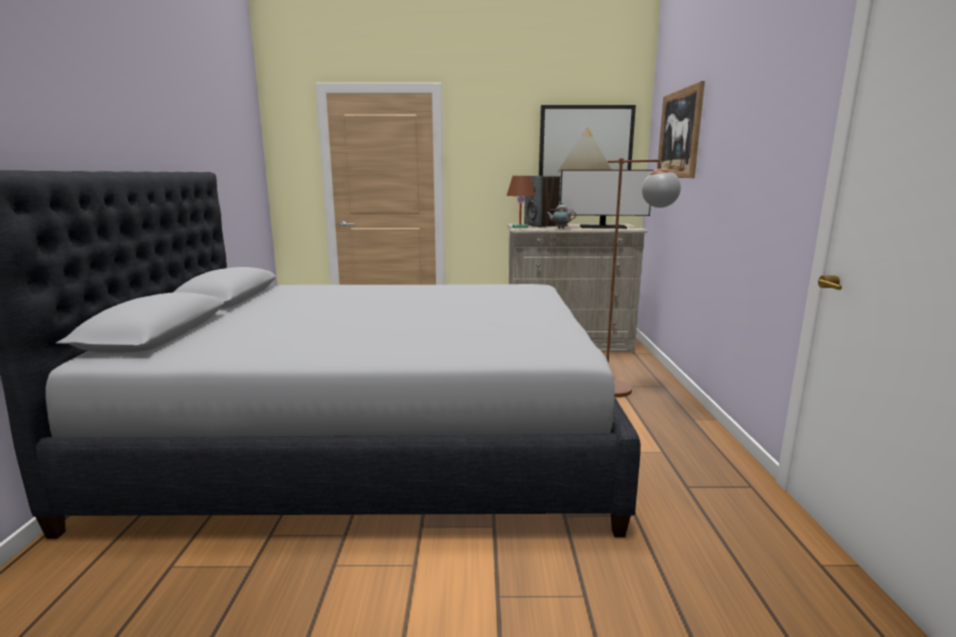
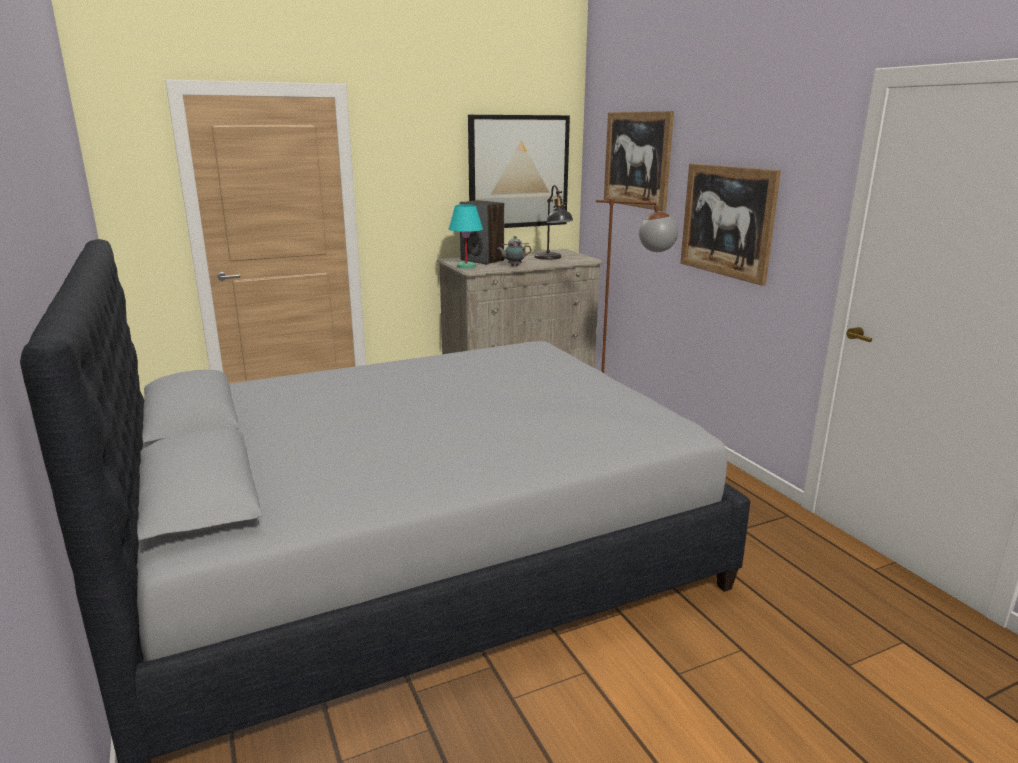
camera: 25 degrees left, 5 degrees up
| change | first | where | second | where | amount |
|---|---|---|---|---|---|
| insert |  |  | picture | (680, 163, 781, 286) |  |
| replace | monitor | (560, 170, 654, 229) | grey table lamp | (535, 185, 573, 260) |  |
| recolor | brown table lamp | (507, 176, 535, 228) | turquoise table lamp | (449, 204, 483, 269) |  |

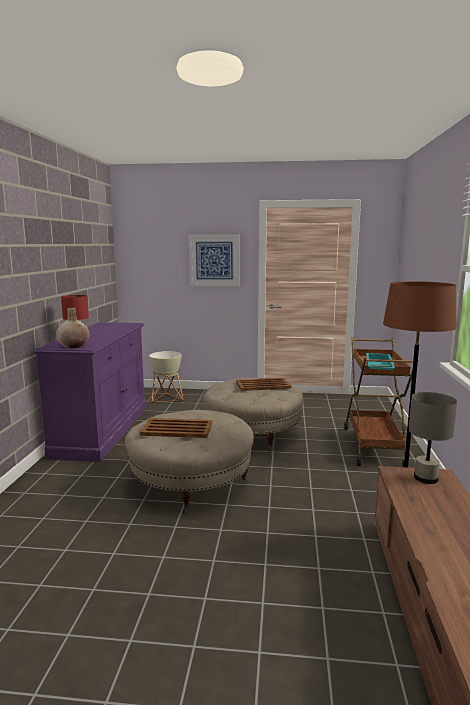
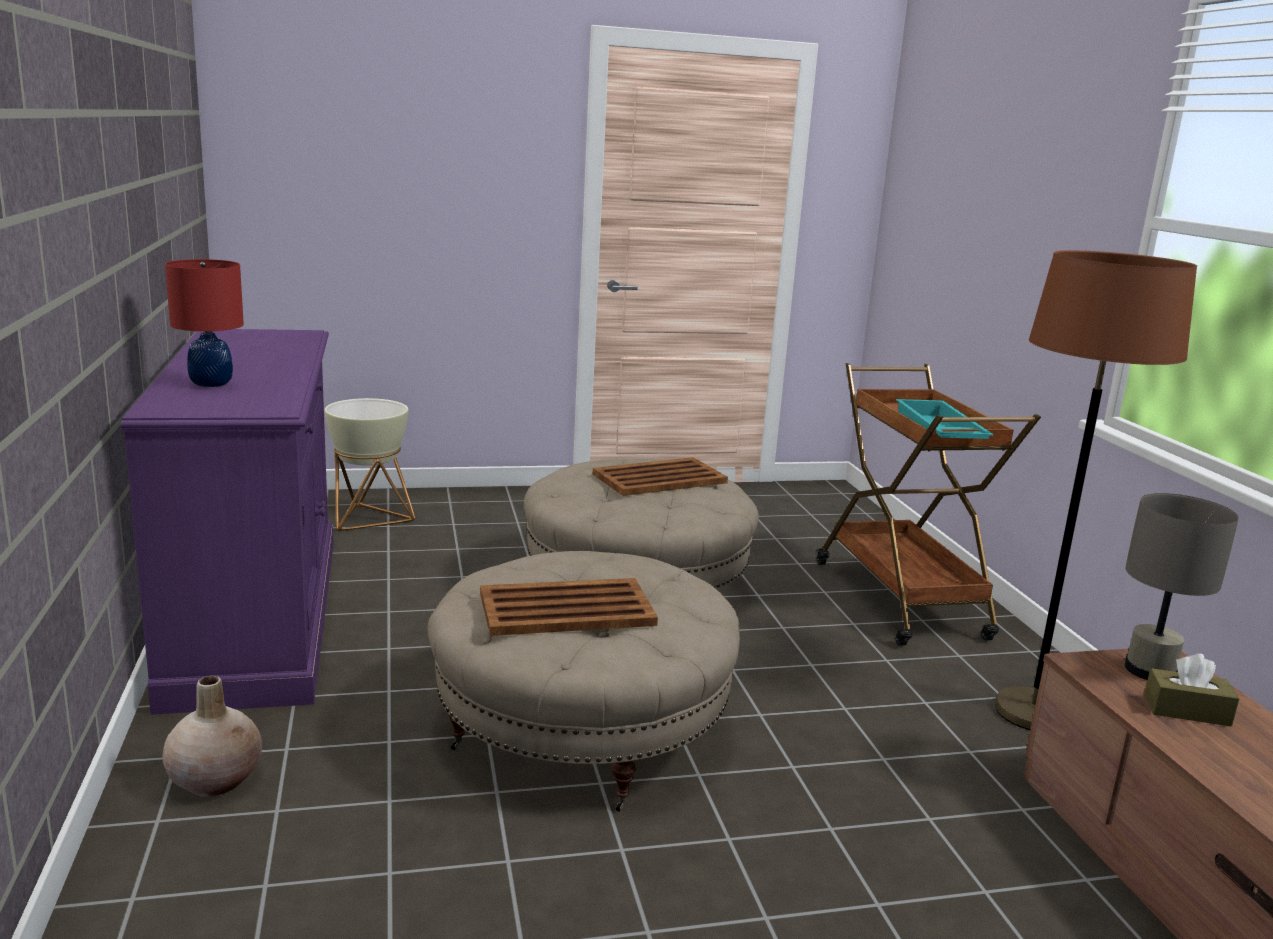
camera: 20 degrees left, 5 degrees up
| change | first | where | second | where | amount |
|---|---|---|---|---|---|
| delete | picture | (189, 234, 240, 286) |  |  |  |
| insert |  |  | brown tissue box | (1144, 654, 1240, 726) |  |
| move | beige vase | (56, 308, 89, 348) |  | (162, 676, 262, 797) |  |

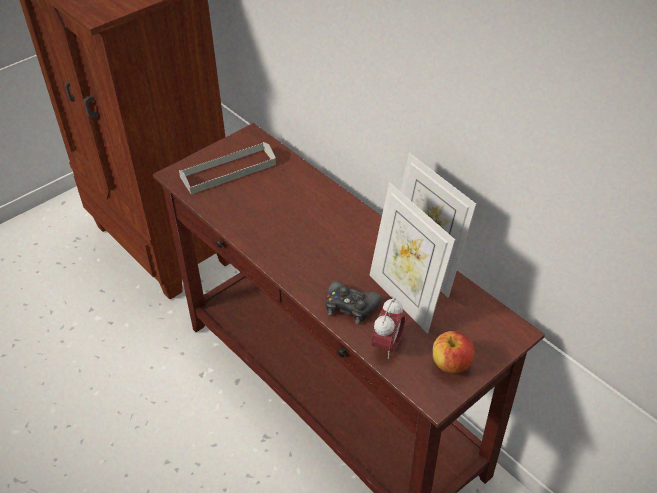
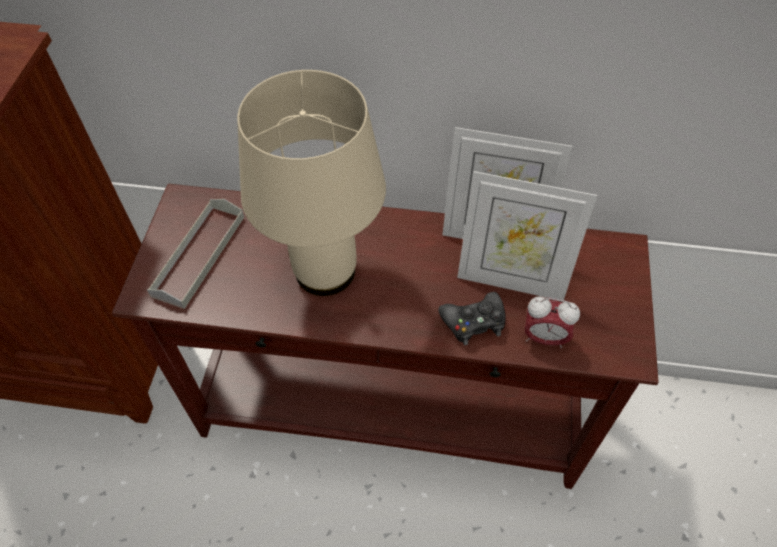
camera: 40 degrees left, 10 degrees up
| change | first | where | second | where | amount |
|---|---|---|---|---|---|
| delete | apple | (433, 331, 474, 374) |  |  |  |
| insert |  |  | beige table lamp | (237, 70, 386, 296) |  |
| rotate | alarm clock | (372, 298, 405, 359) |  | (525, 296, 580, 348) | 120 degrees clockwise |

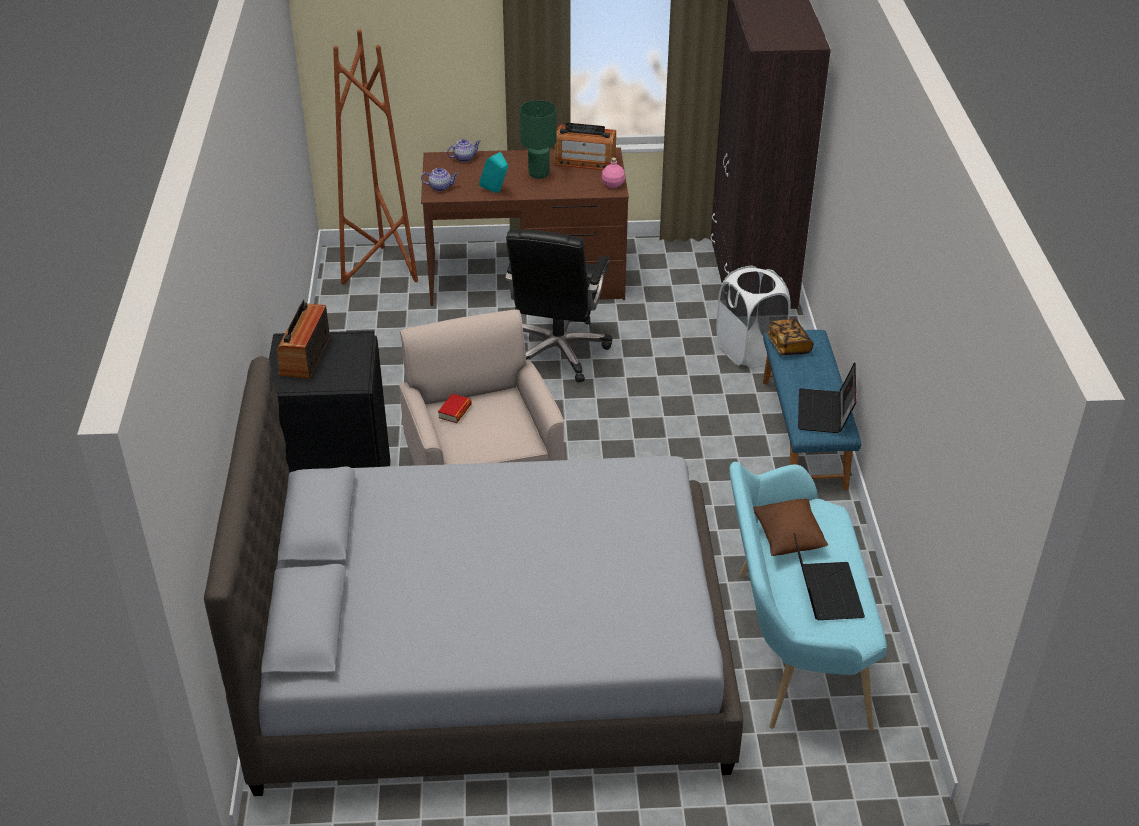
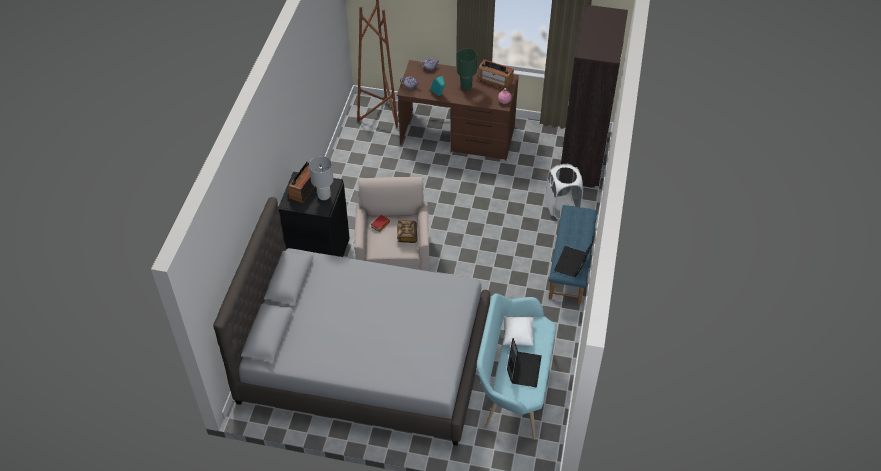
camera: 15 degrees right, 10 degrees up
| change | first | where | second | where | amount |
|---|---|---|---|---|---|
| delete | black office chair | (506, 229, 613, 383) |  |  |  |
| insert |  |  | grey table lamp | (309, 156, 334, 200) |  |
| move | book | (766, 319, 813, 355) |  | (397, 220, 417, 243) |  |
| recolor | brown pillow | (753, 498, 828, 556) | white pillow | (503, 315, 534, 346) |  |

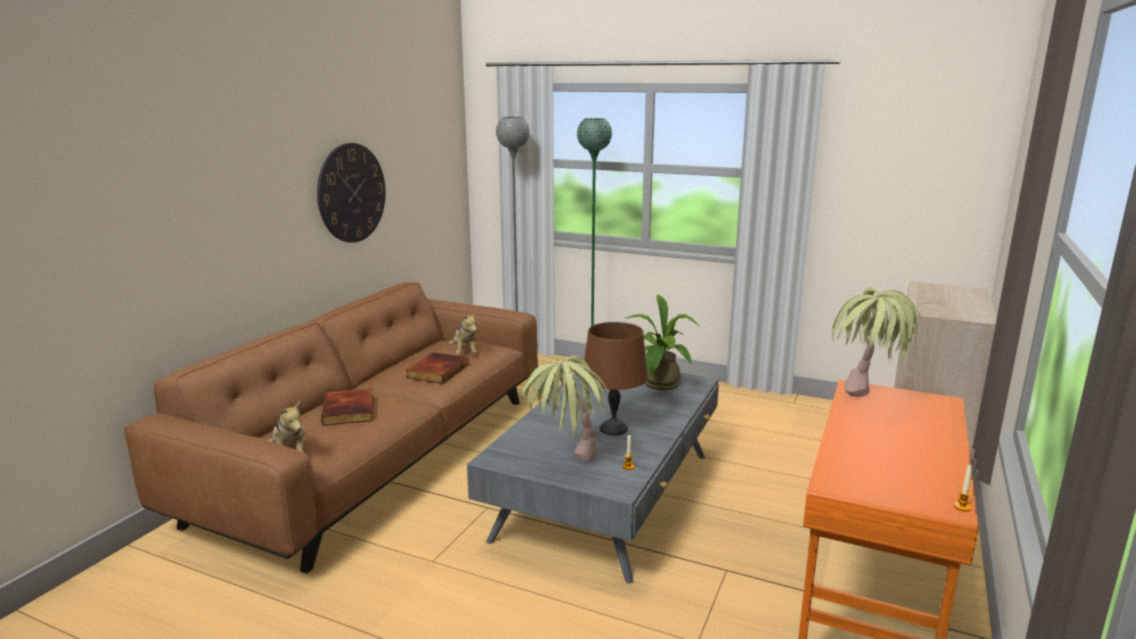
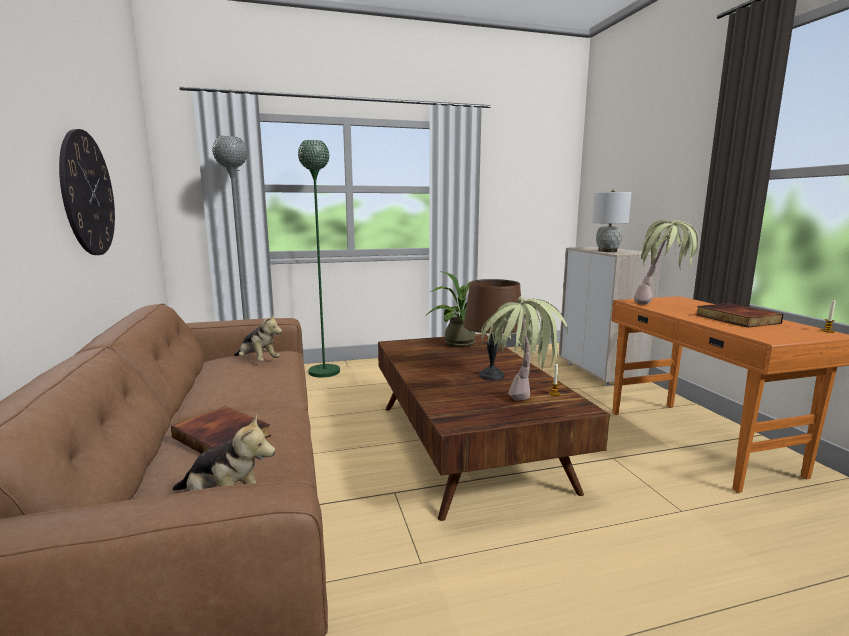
camera: 40 degrees left, 5 degrees down
| change | first | where | second | where | amount |
|---|---|---|---|---|---|
| insert |  |  | white table lamp | (592, 189, 632, 252) |  |
| move | book | (406, 352, 468, 383) |  | (696, 303, 784, 328) |  |
| recolor | grey coffee table | (467, 373, 719, 584) | brown coffee table | (378, 334, 610, 521) |  |

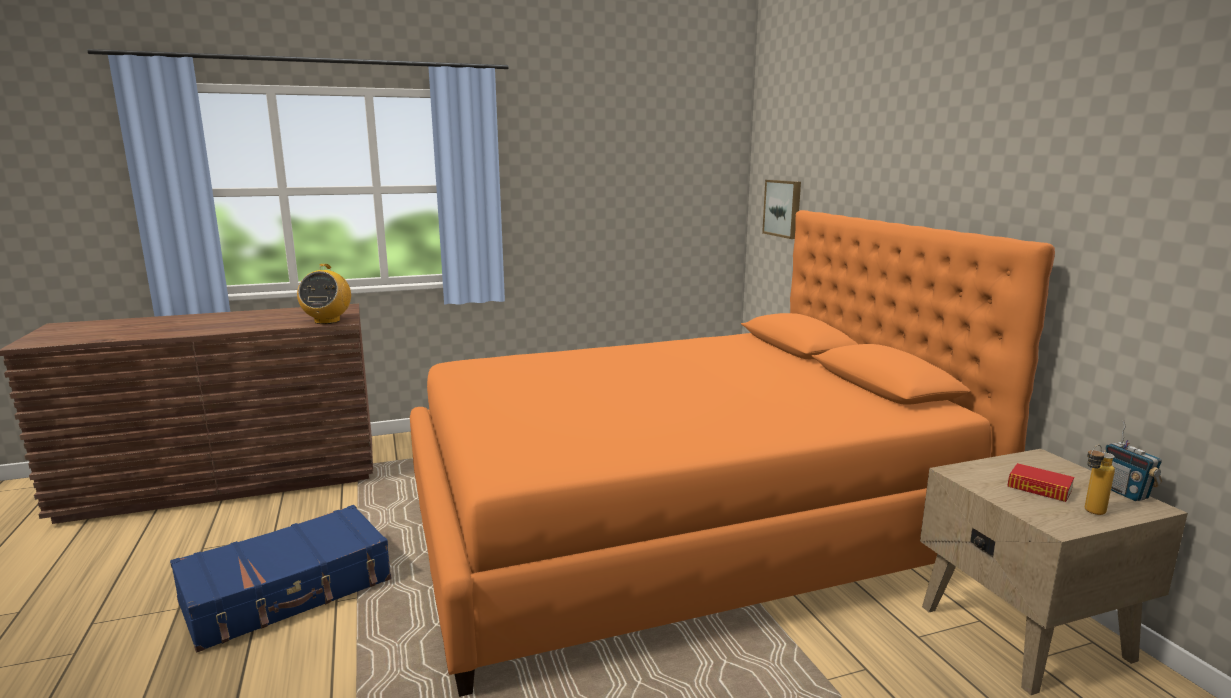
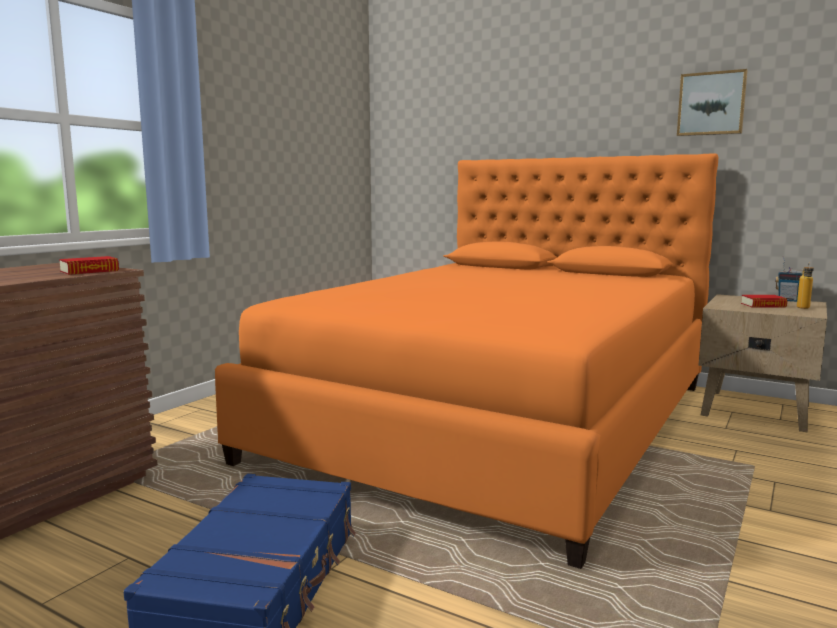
camera: 40 degrees left, 5 degrees down
| change | first | where | second | where | amount |
|---|---|---|---|---|---|
| move | picture | (762, 180, 801, 239) |  | (677, 69, 747, 136) |  |
| replace | radio | (297, 264, 351, 324) | book | (59, 256, 119, 275) |  |

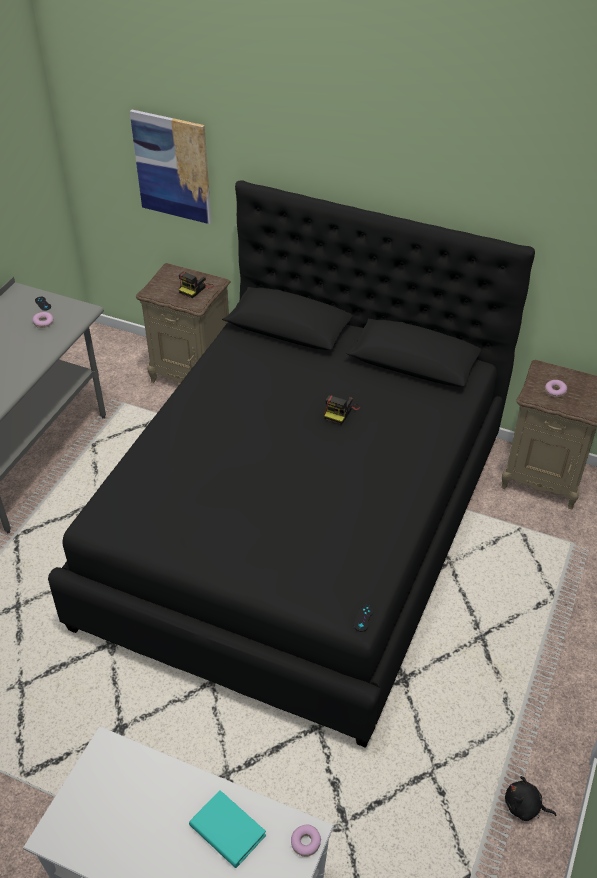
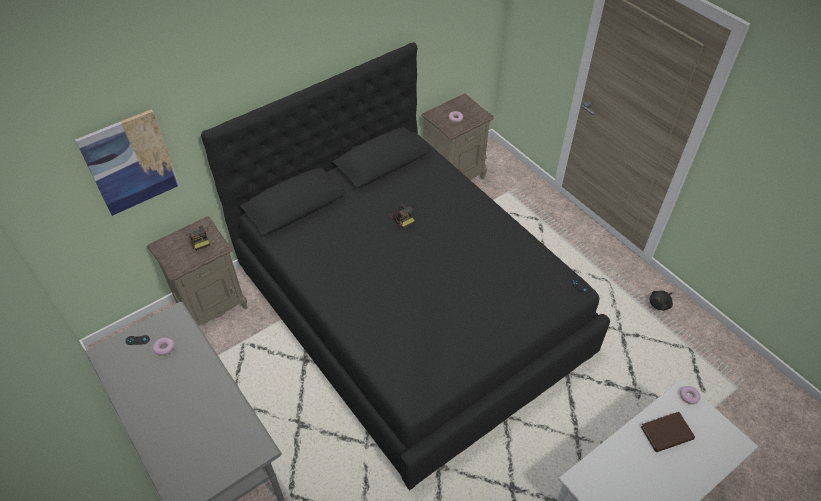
camera: 60 degrees left, 5 degrees up
| change | first | where | second | where | amount |
|---|---|---|---|---|---|
| recolor | turquoise book | (189, 790, 266, 868) | brown book | (641, 412, 695, 452) |  |

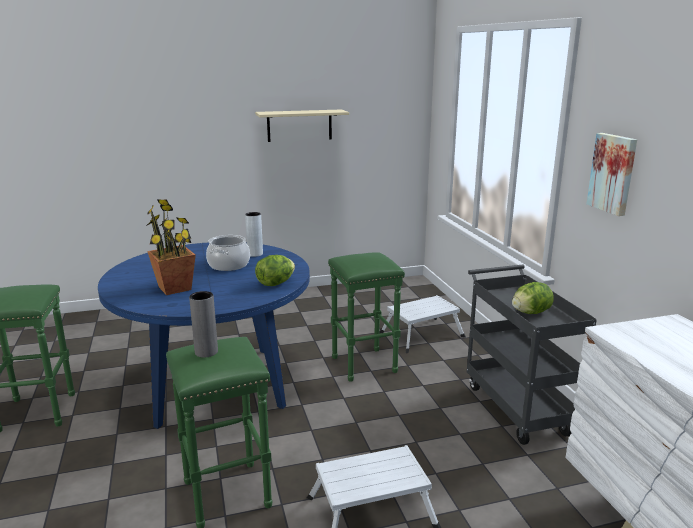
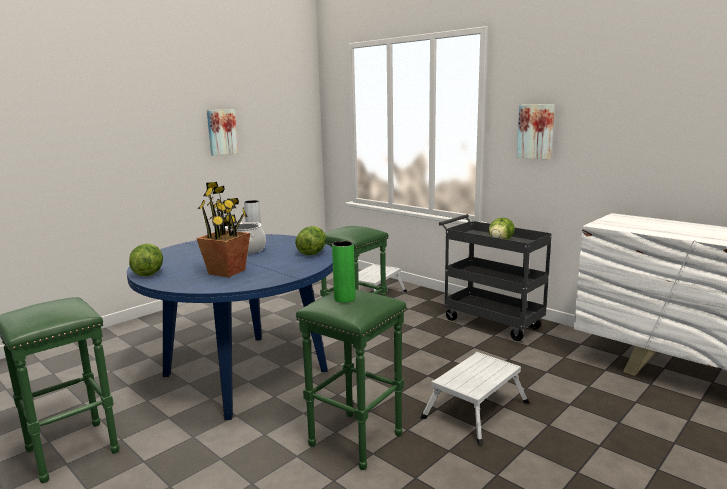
camera: 30 degrees left, 5 degrees down
| change | first | where | second | where | amount |
|---|---|---|---|---|---|
| insert |  |  | lettuce | (129, 244, 163, 276) |  |
| replace | beige shelf | (255, 109, 349, 142) | picture | (207, 109, 238, 156) |  |
| recolor | grey vase | (189, 291, 218, 358) | green vase | (332, 241, 355, 303) |  |

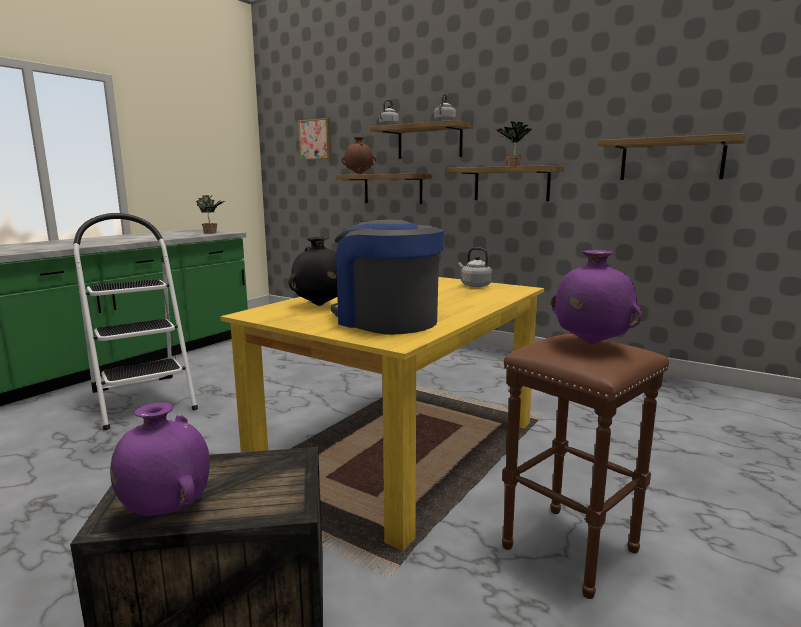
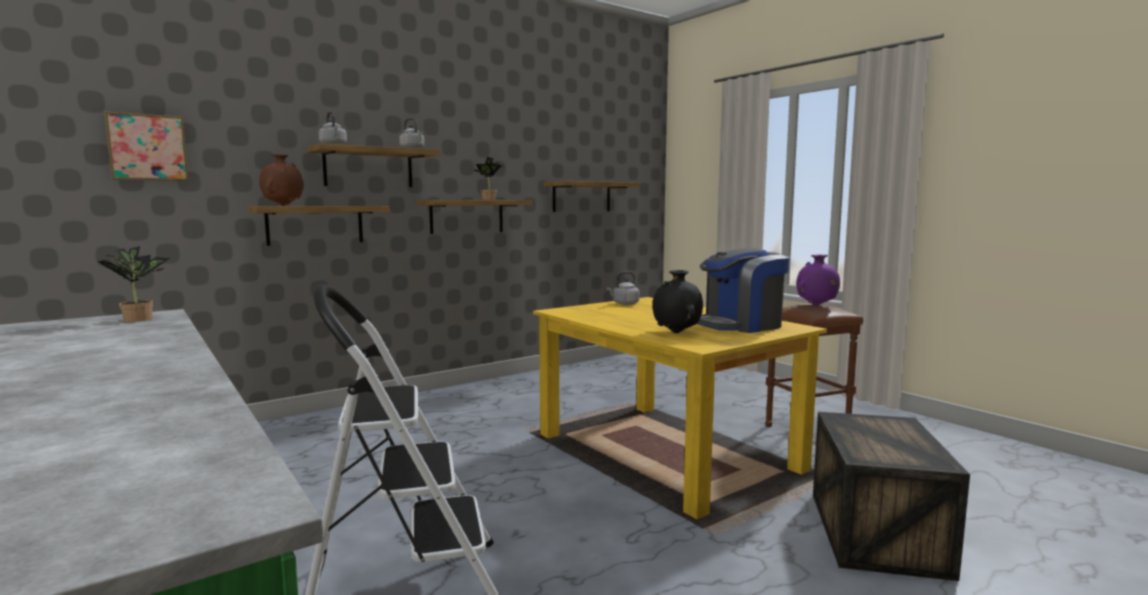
camera: 70 degrees left, 5 degrees down
| change | first | where | second | where | amount |
|---|---|---|---|---|---|
| delete | purple vase | (110, 403, 210, 516) |  |  |  |

